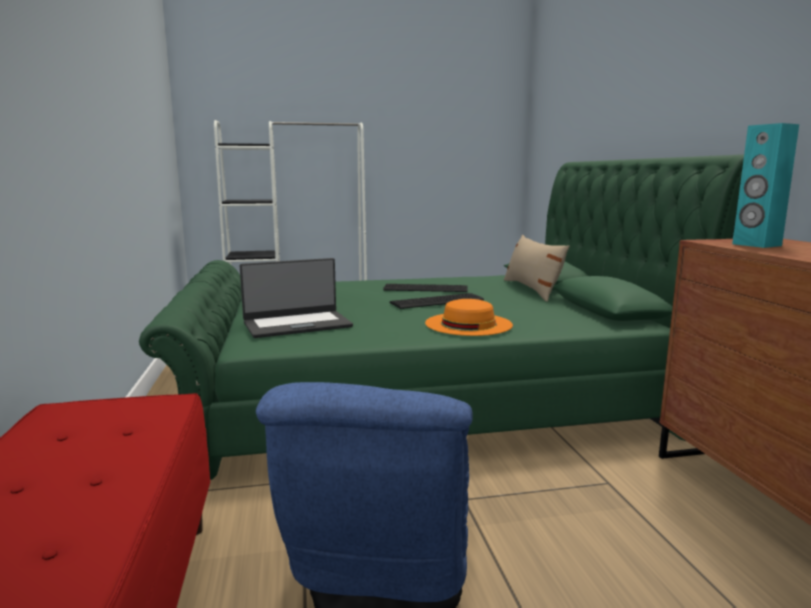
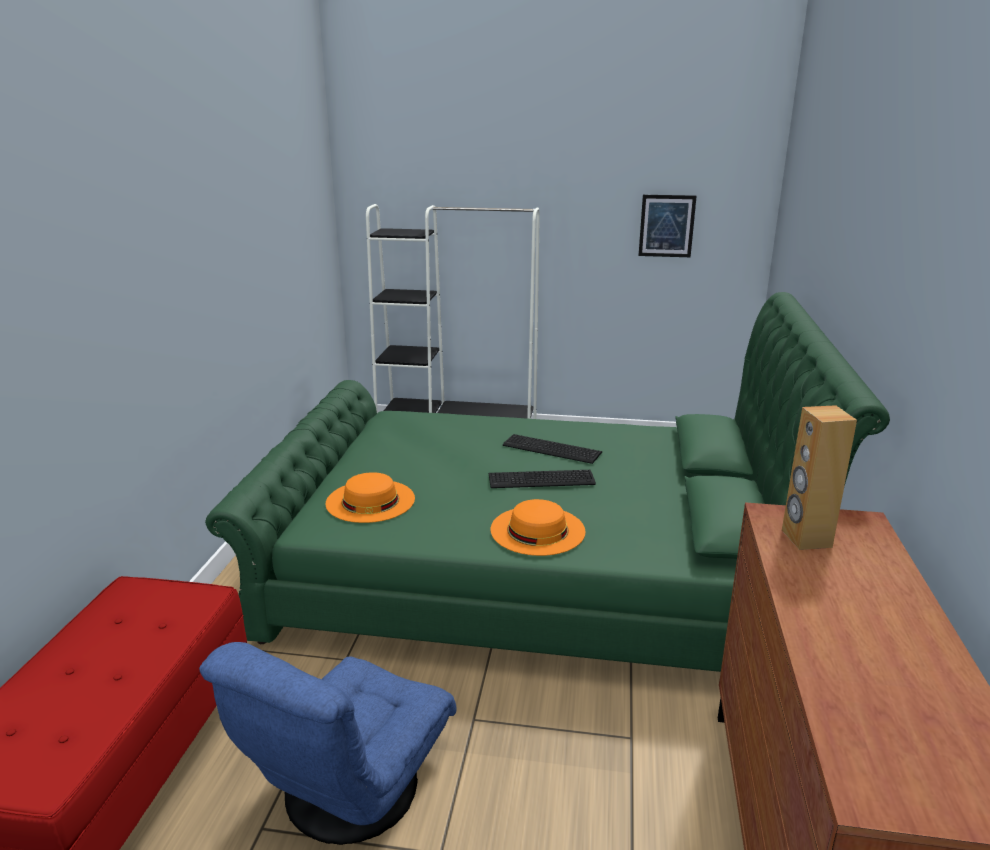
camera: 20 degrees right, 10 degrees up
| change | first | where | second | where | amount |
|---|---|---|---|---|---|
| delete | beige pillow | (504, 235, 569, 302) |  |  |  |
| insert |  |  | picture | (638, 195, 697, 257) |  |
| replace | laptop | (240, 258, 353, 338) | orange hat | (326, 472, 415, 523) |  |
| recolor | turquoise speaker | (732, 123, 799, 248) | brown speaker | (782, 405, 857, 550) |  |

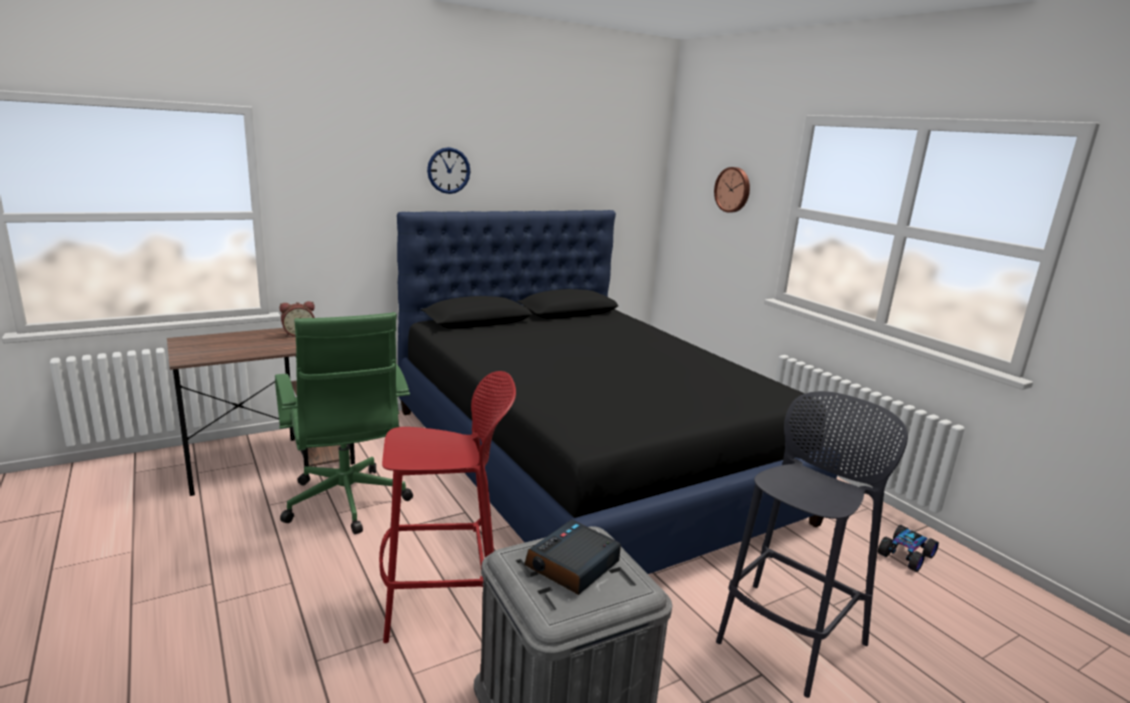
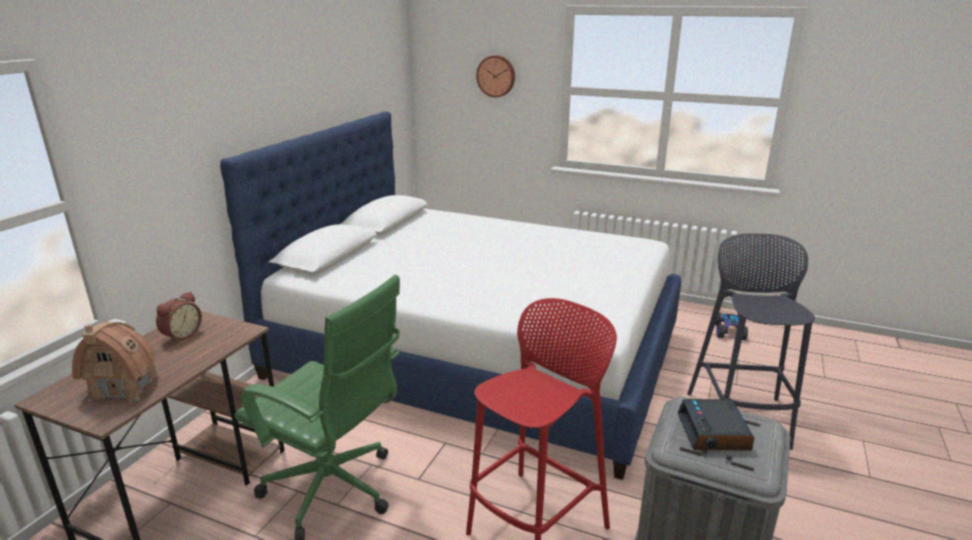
camera: 35 degrees left, 5 degrees up
| change | first | where | second | where | amount |
|---|---|---|---|---|---|
| delete | wall clock | (427, 147, 470, 194) |  |  |  |
| insert |  |  | toy house | (72, 322, 157, 402) |  |
| recolor | black bed | (397, 210, 840, 574) | white bed | (220, 111, 681, 480) |  |

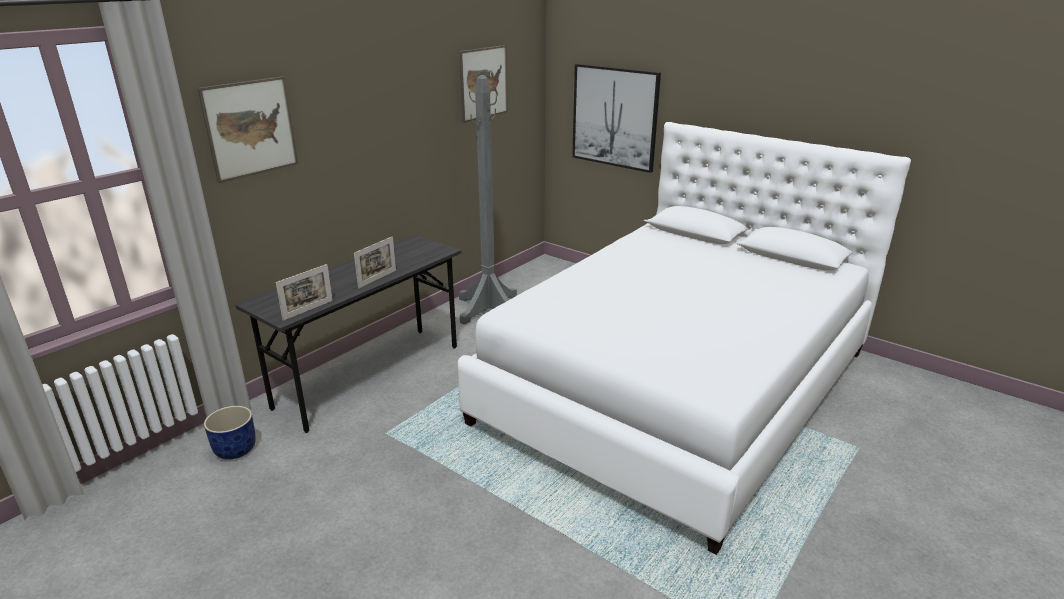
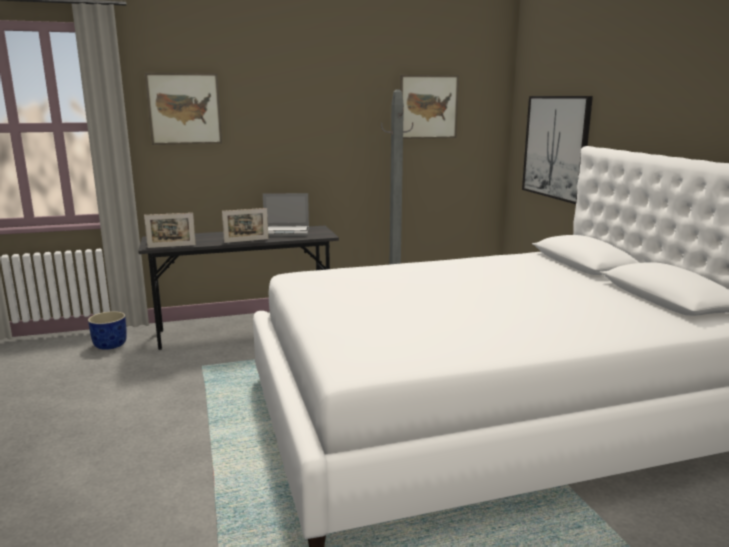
camera: 35 degrees right, 10 degrees down
| change | first | where | second | where | amount |
|---|---|---|---|---|---|
| insert |  |  | laptop | (263, 193, 309, 237) |  |

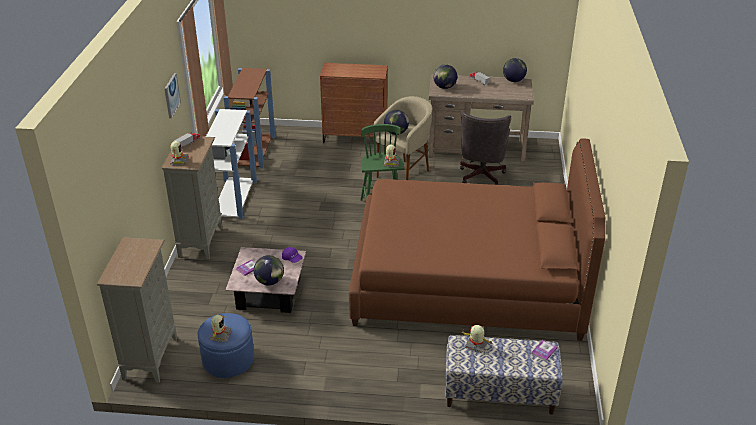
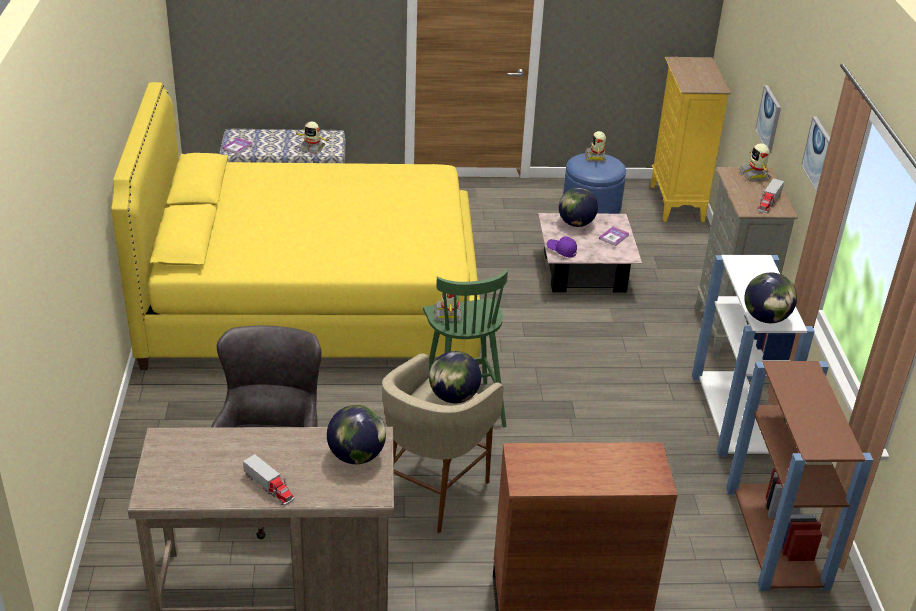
camera: 170 degrees right, 0 degrees up
| change | first | where | second | where | amount |
|---|---|---|---|---|---|
| insert |  |  | picture | (755, 85, 781, 153) |  |
| move | globe | (503, 58, 527, 82) |  | (744, 273, 797, 323) |  |
| recolor | grey dresser | (97, 238, 177, 383) | yellow dresser | (651, 57, 731, 222) |  |
| recolor | brown bed | (349, 139, 605, 341) | yellow bed | (111, 82, 481, 370) |  |

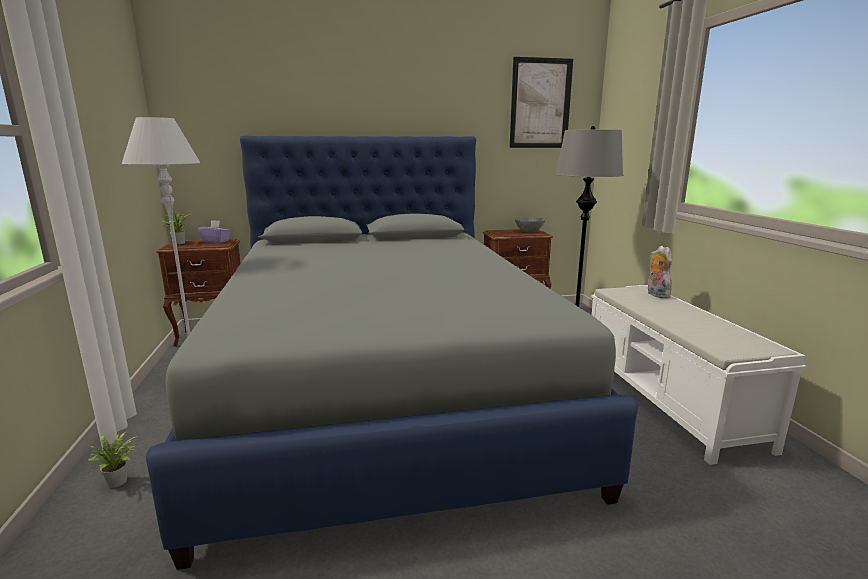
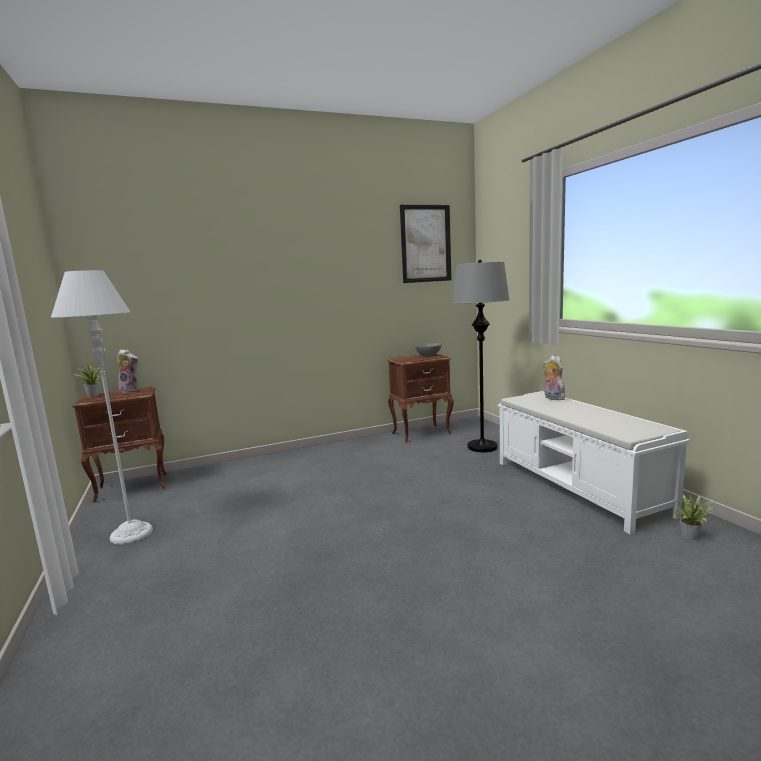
camera: 10 degrees left, 5 degrees down
| change | first | where | second | where | amount |
|---|---|---|---|---|---|
| delete | grey bed | (146, 136, 638, 570) |  |  |  |
| move | potted plant | (88, 432, 137, 488) |  | (673, 495, 714, 540) |  |
| replace | purple tissue box | (198, 220, 231, 243) | plush toy | (117, 349, 140, 393) |  |

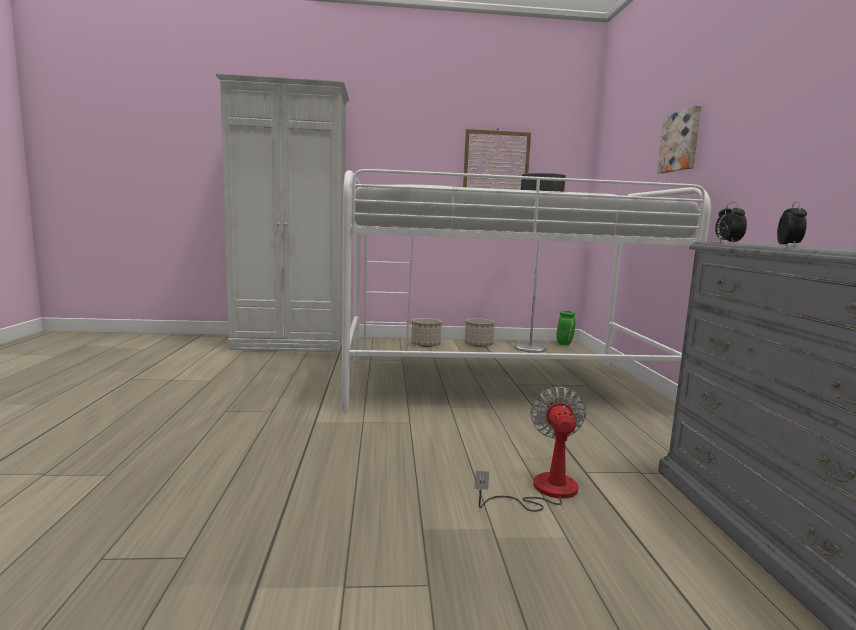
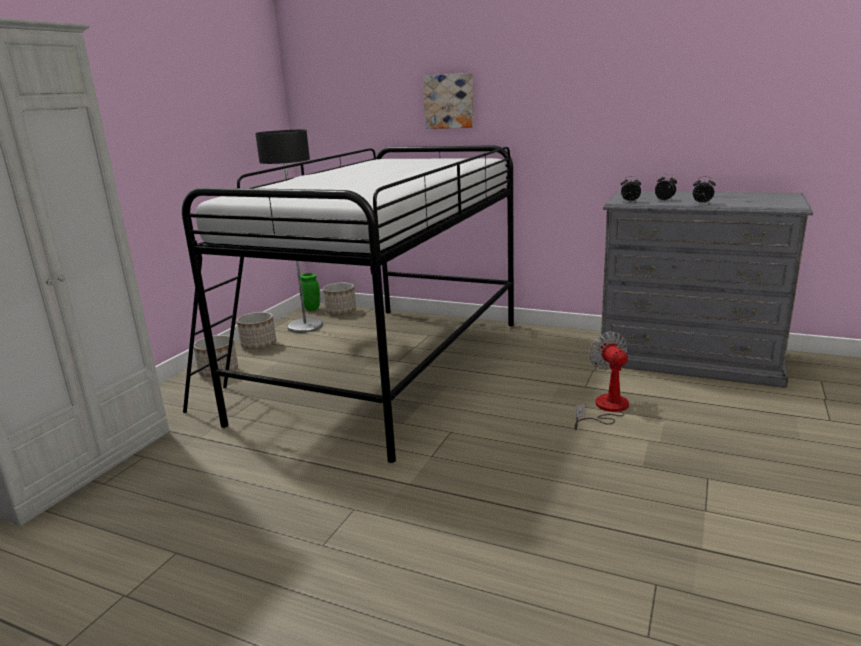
camera: 60 degrees left, 10 degrees up
| change | first | where | second | where | amount |
|---|---|---|---|---|---|
| delete | picture | (463, 129, 531, 190) |  |  |  |
| insert |  |  | planter | (323, 283, 356, 315) |  |
| insert |  |  | alarm clock | (693, 176, 715, 204) |  |
| recolor | white bed | (342, 169, 711, 412) | black bed | (182, 145, 514, 463) |  |
| rotate | fan | (475, 387, 586, 512) |  | (574, 331, 629, 430) | 45 degrees clockwise |

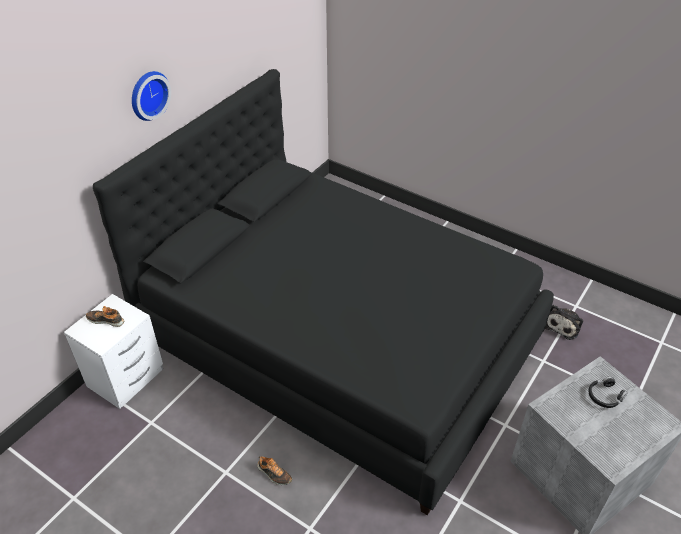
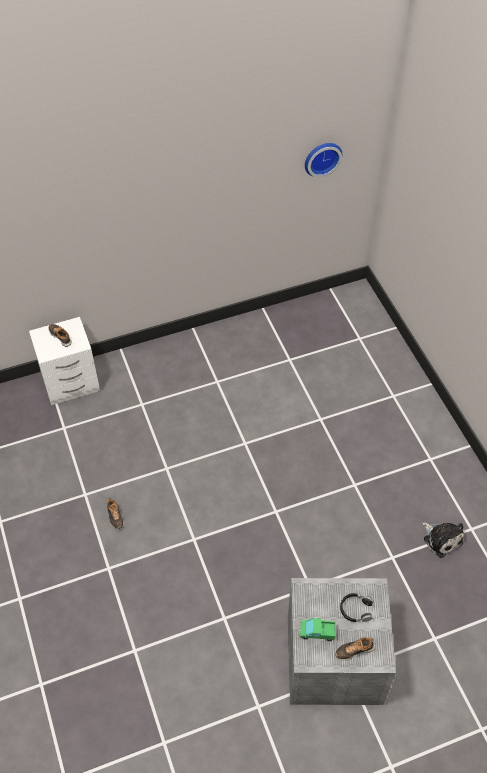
camera: 35 degrees right, 10 degrees up
| change | first | where | second | where | amount |
|---|---|---|---|---|---|
| delete | black bed | (93, 69, 554, 515) |  |  |  |
| insert |  |  | toy truck | (300, 618, 336, 641) |  |
| insert |  |  | shoe | (335, 637, 375, 661) |  |
| move | wall clock | (132, 71, 171, 121) |  | (305, 143, 342, 177) |  |
| rotate | plush toy | (545, 305, 583, 340) |  | (422, 522, 464, 558) | 105 degrees counterclockwise |

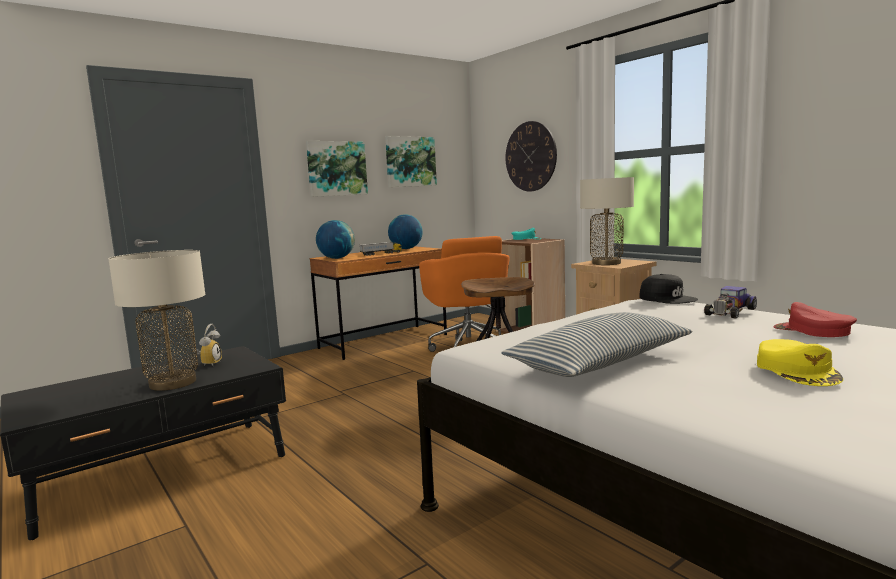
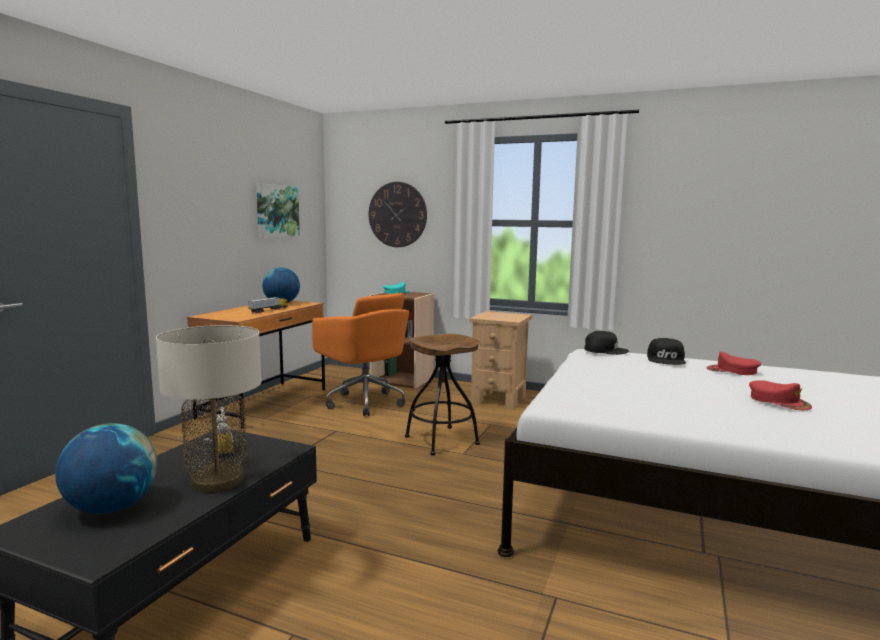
camera: 30 degrees left, 0 degrees up
| change | first | where | second | where | amount |
|---|---|---|---|---|---|
| delete | picture | (306, 141, 368, 197) |  |  |  |
| delete | pillow | (501, 312, 692, 377) |  |  |  |
| delete | table lamp | (580, 177, 634, 265) |  |  |  |
| move | globe | (316, 220, 355, 259) |  | (55, 423, 157, 514) |  |
| replace | toy car | (704, 286, 757, 318) | black cap | (647, 338, 686, 365) |  |
| recolor | yellow cap | (757, 339, 843, 386) | red cap | (749, 380, 812, 410) |  |

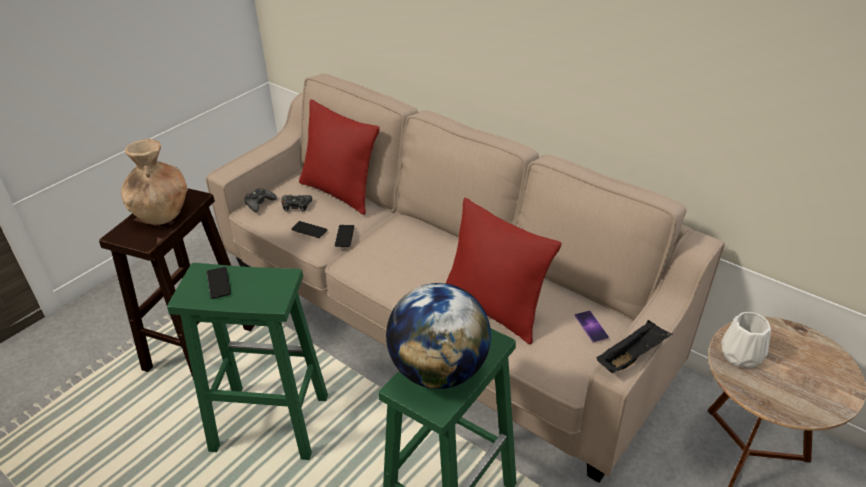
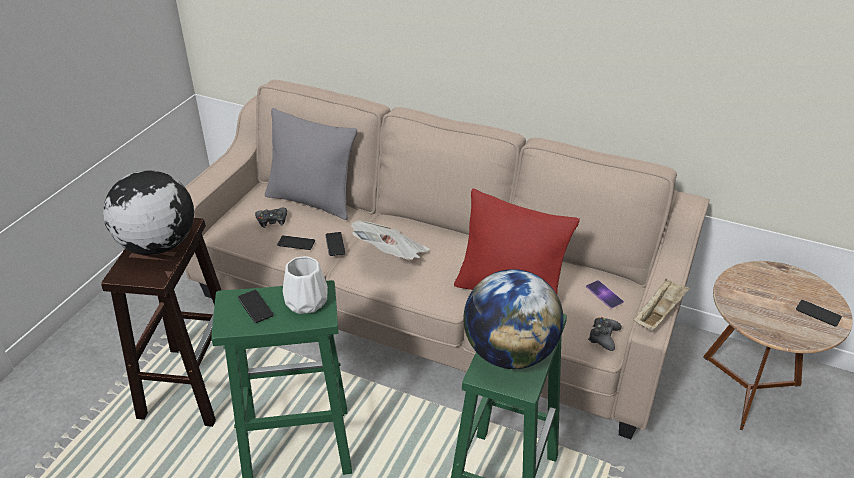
camera: 15 degrees left, 0 degrees up
| change | first | where | second | where | amount |
|---|---|---|---|---|---|
| insert |  |  | newspaper | (350, 220, 430, 260) |  |
| insert |  |  | phone | (796, 300, 842, 327) |  |
| move | black game controller | (244, 188, 277, 212) |  | (588, 317, 622, 351) |  |
| move | white vase | (721, 312, 771, 367) |  | (283, 256, 328, 314) |  |
| replace | brown vase | (121, 139, 188, 225) | globe | (103, 170, 194, 255) |  |
| recolor | red pillow | (299, 99, 380, 215) | grey pillow | (265, 108, 357, 220) |  |
| recolor | black tray | (597, 320, 673, 373) | beige tray | (634, 279, 690, 331) |  |

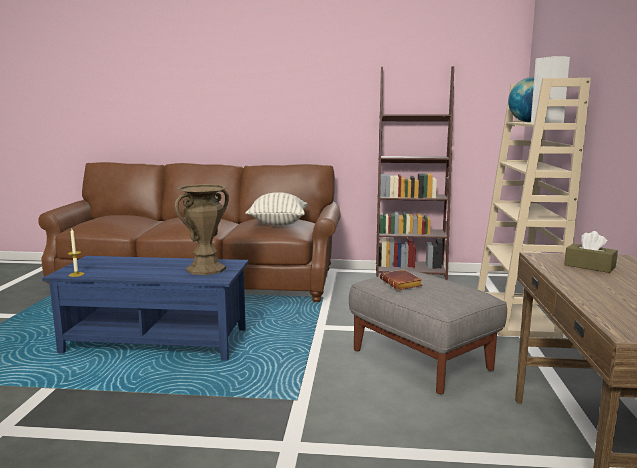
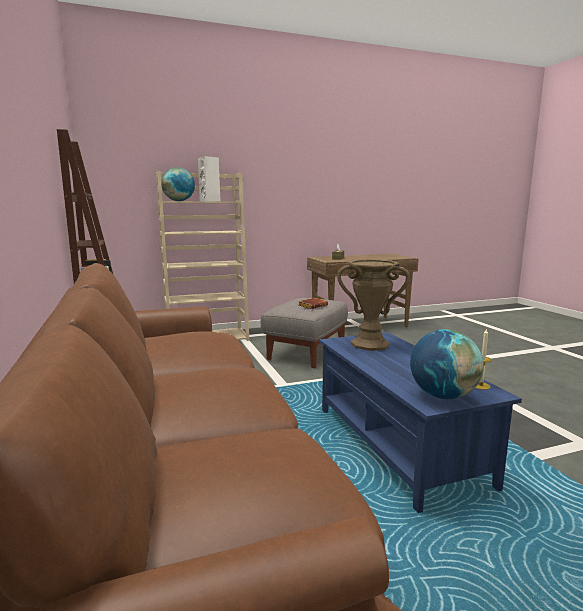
camera: 115 degrees left, 0 degrees up
| change | first | where | second | where | amount |
|---|---|---|---|---|---|
| delete | pillow | (245, 192, 307, 226) |  |  |  |
| insert |  |  | globe | (410, 329, 484, 399) |  |

